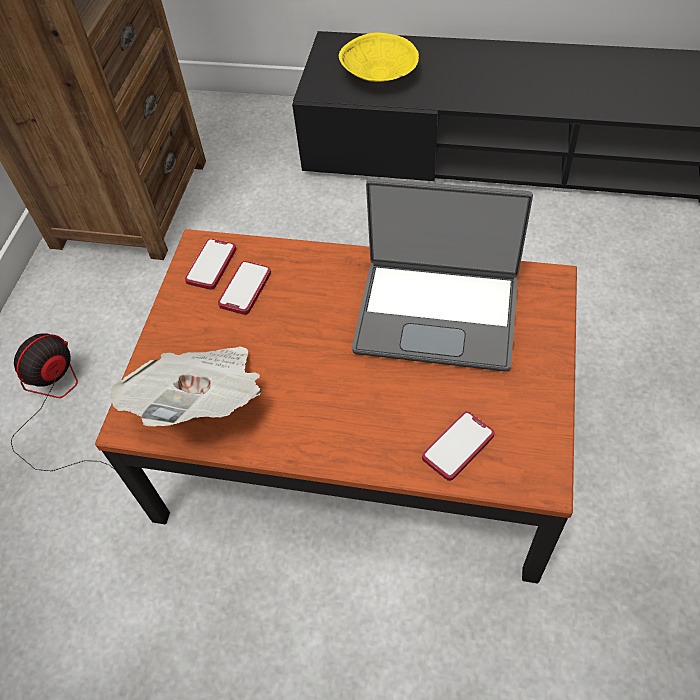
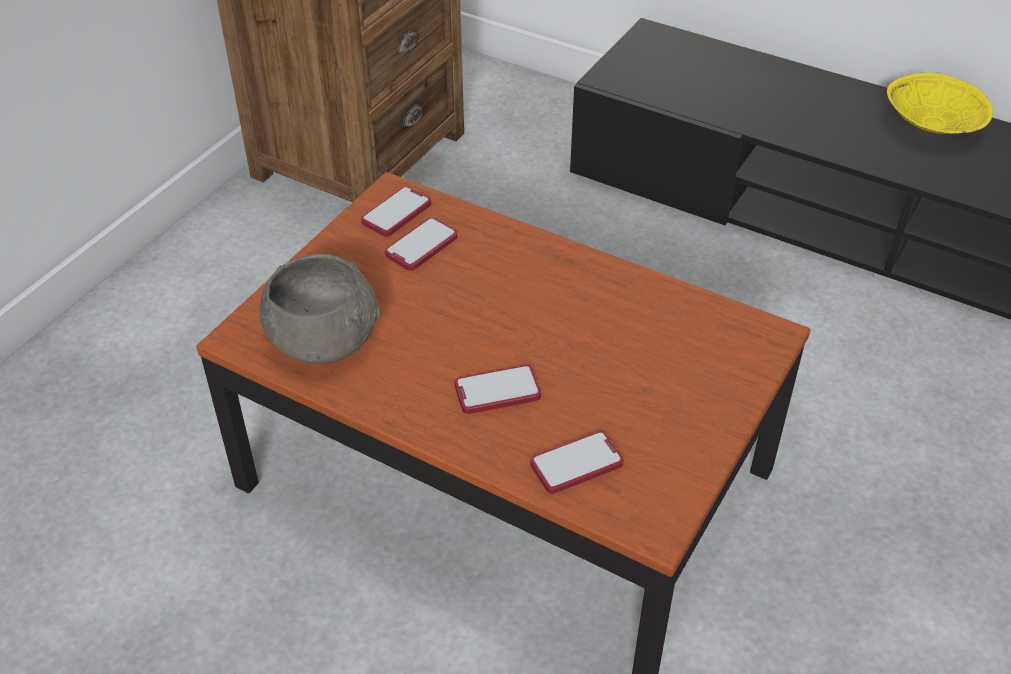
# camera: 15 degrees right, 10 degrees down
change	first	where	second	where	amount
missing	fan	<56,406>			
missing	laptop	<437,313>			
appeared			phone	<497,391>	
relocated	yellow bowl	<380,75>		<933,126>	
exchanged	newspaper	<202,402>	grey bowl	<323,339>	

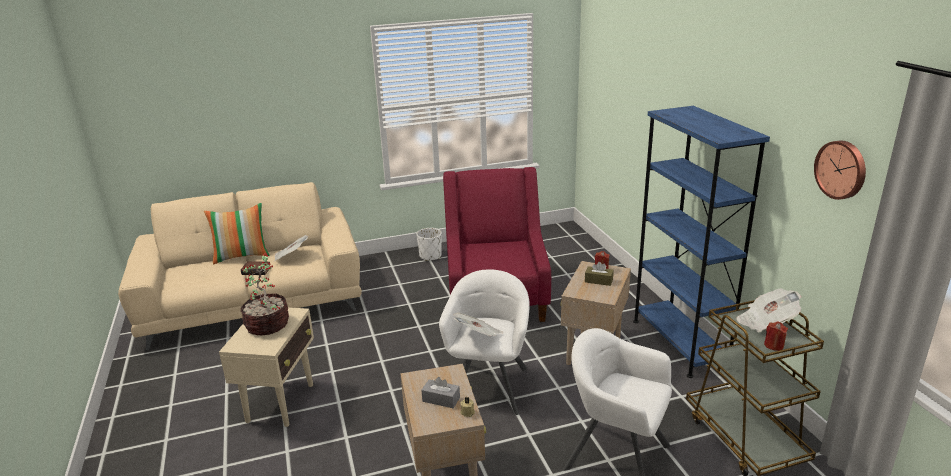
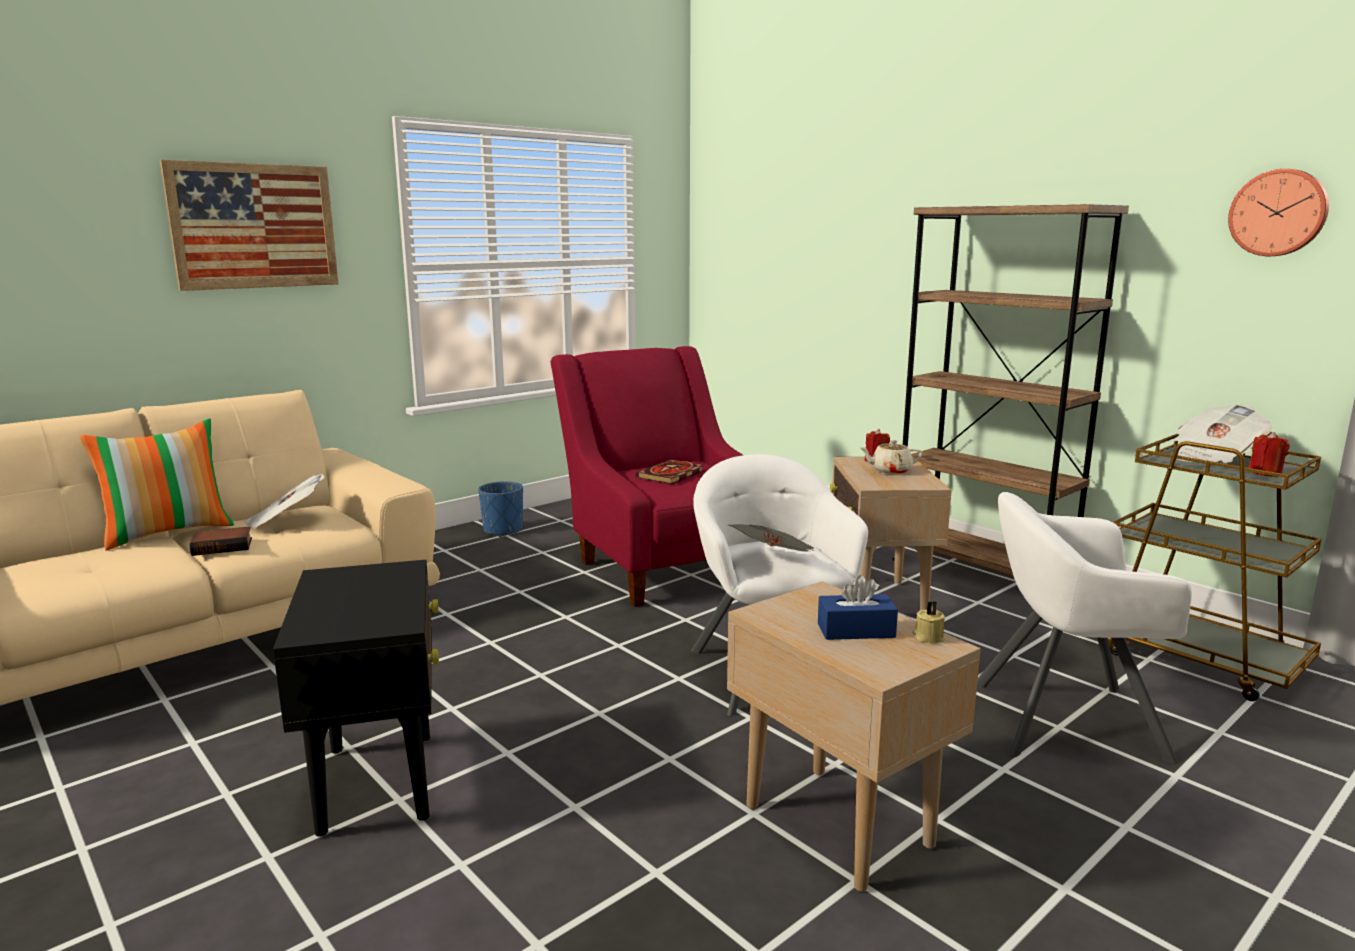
# camera: 25 degrees left, 10 degrees down
change	first	where	second	where	amount
missing	potted plant	<268,325>			
appeared			picture	<254,226>	
appeared			book	<671,475>	
exchanged	brown tissue box	<598,281>	beige teapot	<890,471>	
colour	beige side table	<281,402>	black side table	<378,781>	
colour	white planter	<430,256>	blue planter	<503,530>	
colour	grey tissue box	<441,399>	blue tissue box	<856,630>	
colour	blue bookcase	<679,343>	brown bookcase	<981,572>	

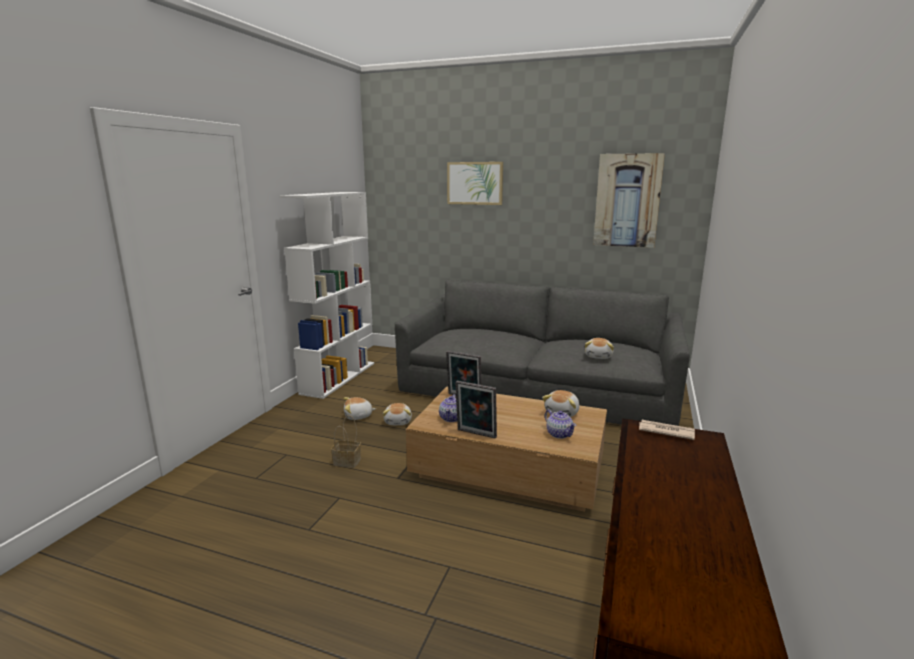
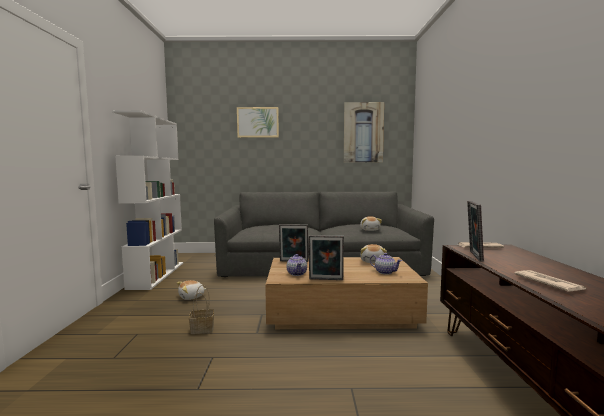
# camera: 20 degrees left, 10 degrees down
change	first	where	second	where	amount
missing	plush toy	<398,421>			
appeared			picture frame	<473,256>	
appeared			newspaper	<548,283>	

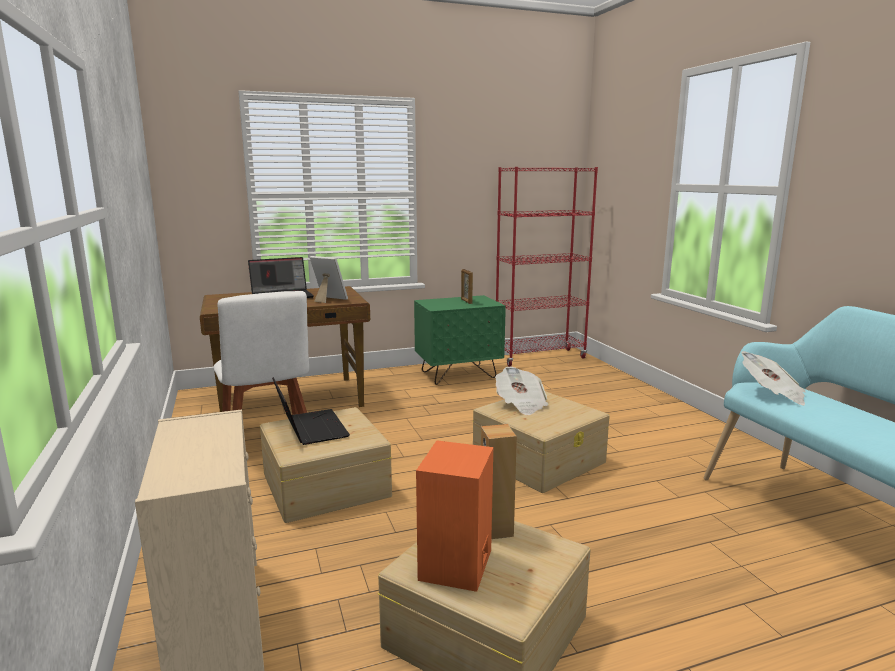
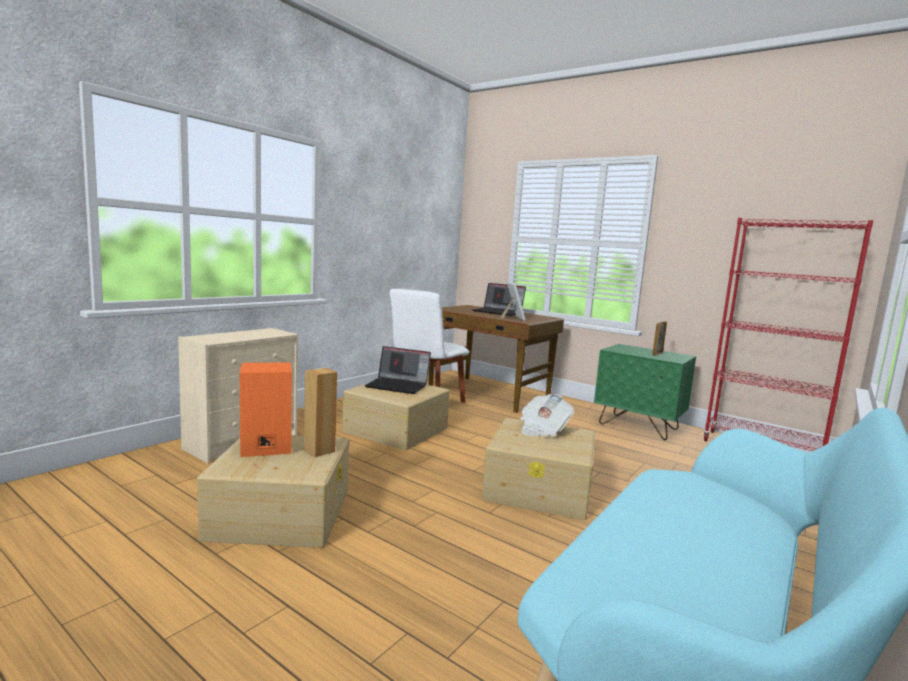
# camera: 55 degrees right, 5 degrees down
change	first	where	second	where	amount
missing	newspaper	<772,394>			
spun	laptop	<310,428>		<398,386>	75 degrees clockwise

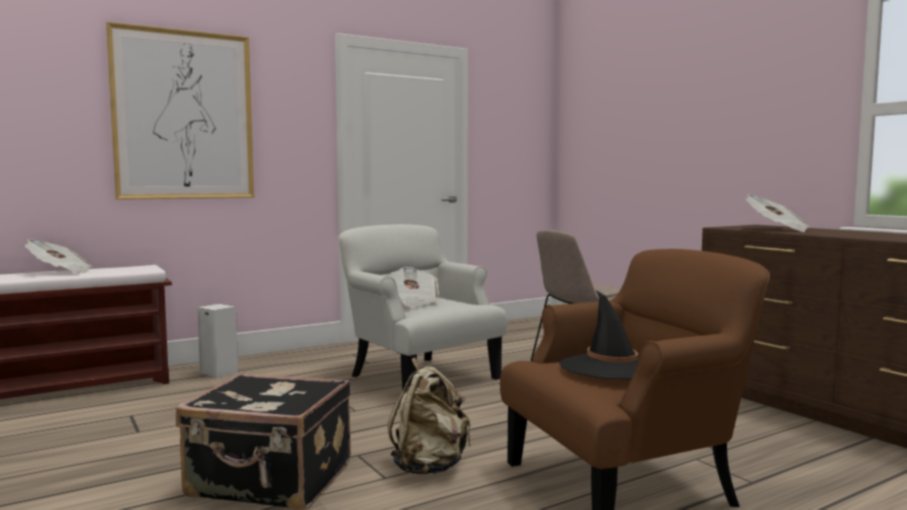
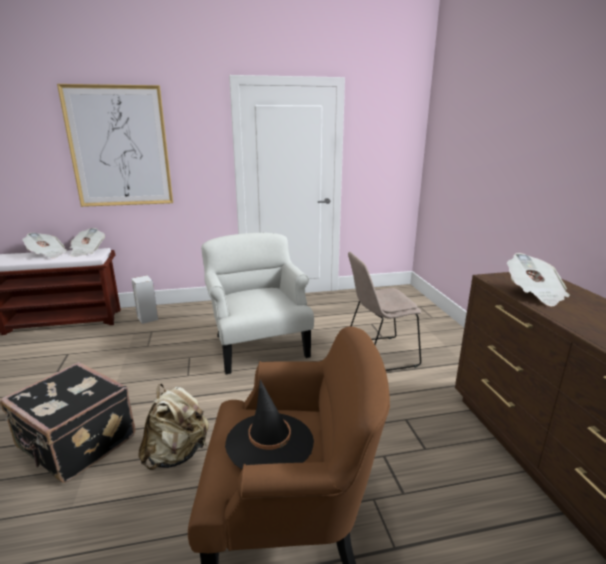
# camera: 20 degrees right, 15 degrees up
change	first	where	second	where	amount
relocated	newspaper	<413,302>		<87,251>	

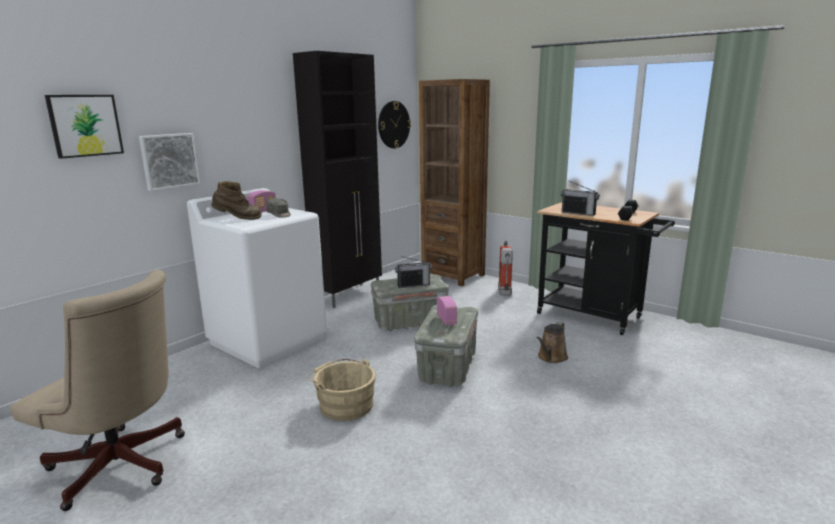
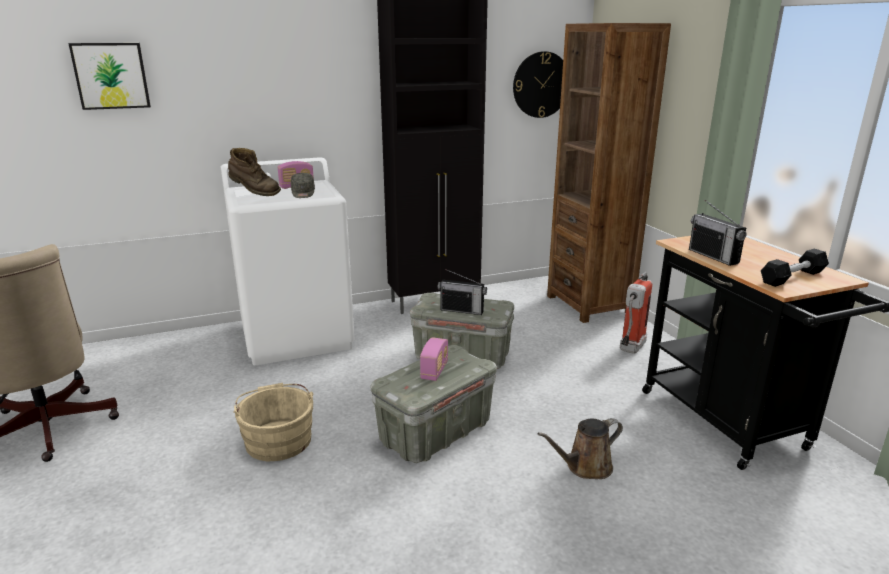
# camera: 30 degrees right, 5 degrees up
change	first	where	second	where	amount
missing	picture	<169,161>			

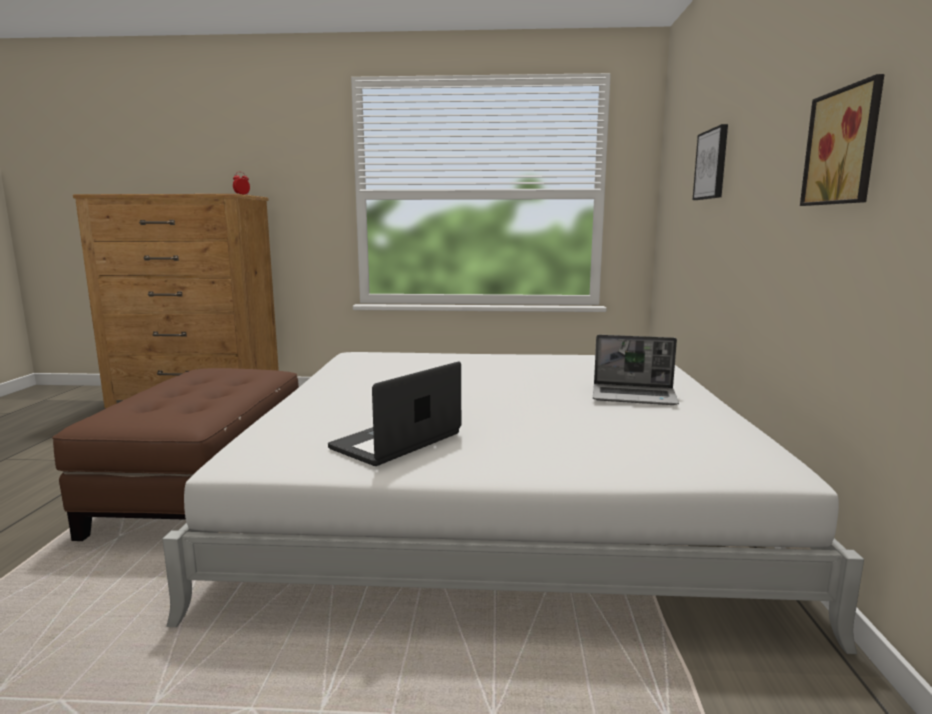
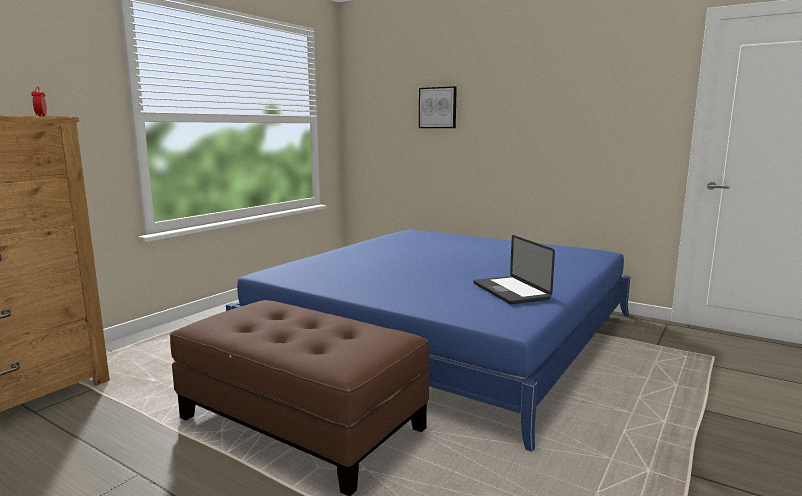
# camera: 60 degrees left, 0 degrees up
change	first	where	second	where	amount
missing	laptop	<634,396>			
missing	picture	<846,147>			
colour	white bed	<499,494>	blue bed	<444,331>	

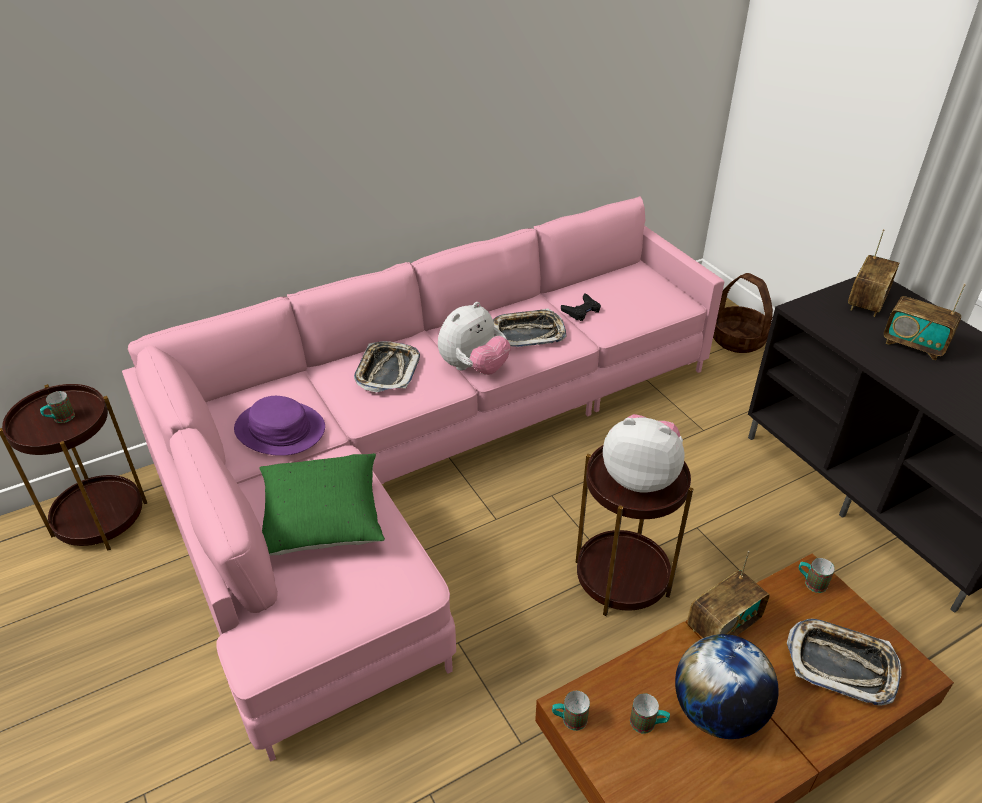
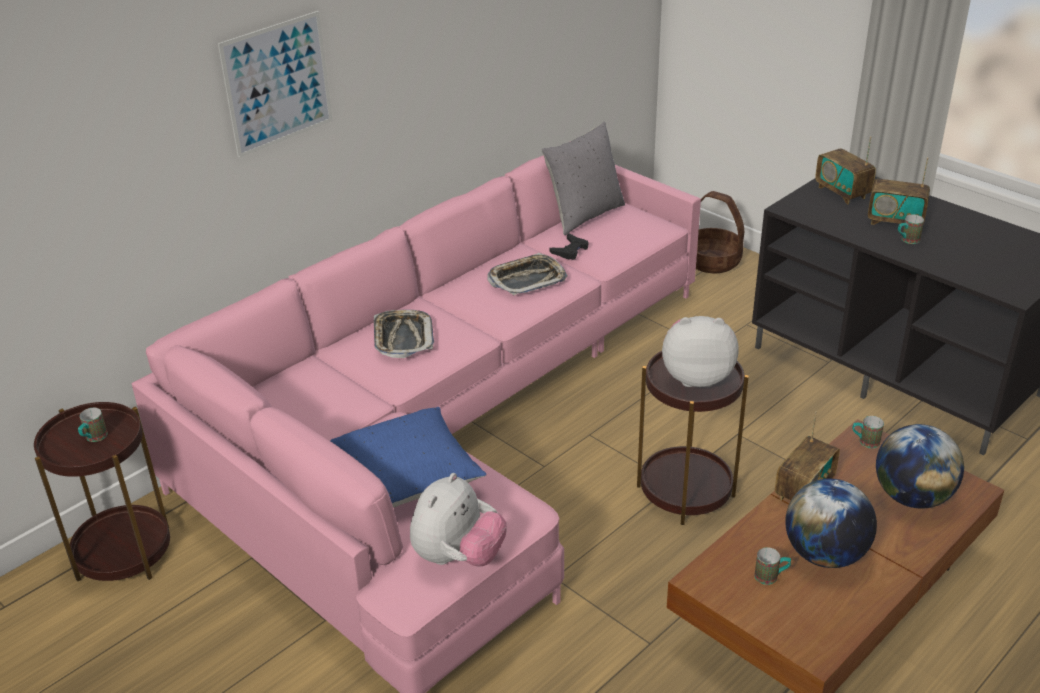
# camera: 15 degrees left, 5 degrees down
change	first	where	second	where	amount
missing	purple hat	<280,429>			
appeared			picture	<277,84>	
appeared			grey pillow	<584,215>	
relocated	plush toy	<473,368>		<458,557>	
relocated	mug	<569,719>		<907,240>	
exchanged	tray	<841,664>	globe	<912,497>	
colour	green pillow	<322,520>	blue pillow	<408,477>	
spun	radio	<866,302>		<842,192>	135 degrees clockwise

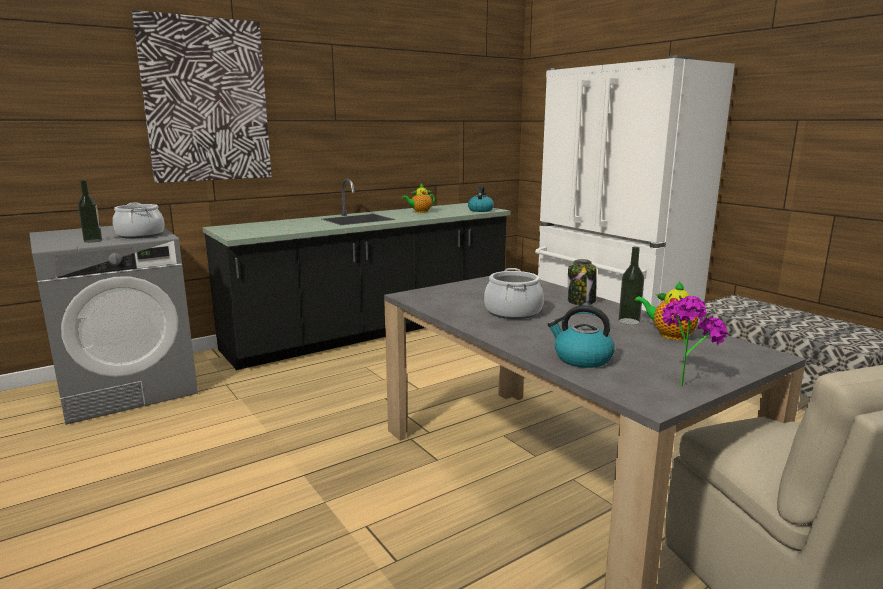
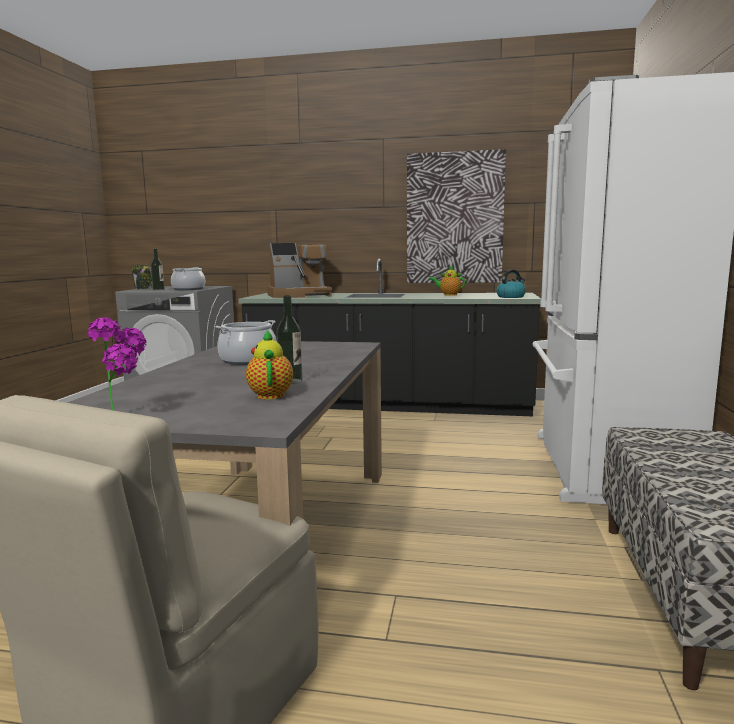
# camera: 45 degrees right, 5 degrees down
change	first	where	second	where	amount
missing	kettle	<581,359>			
appeared			coffee machine	<299,295>	
relocated	picture	<206,101>		<454,218>	
relocated	jar	<581,301>		<144,289>	

